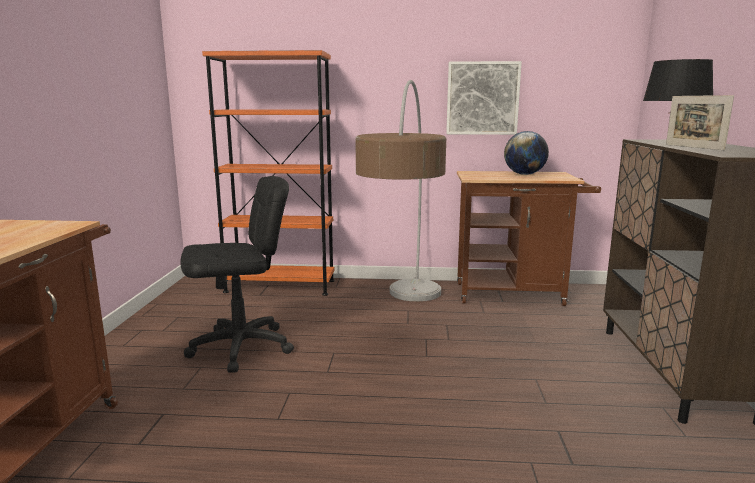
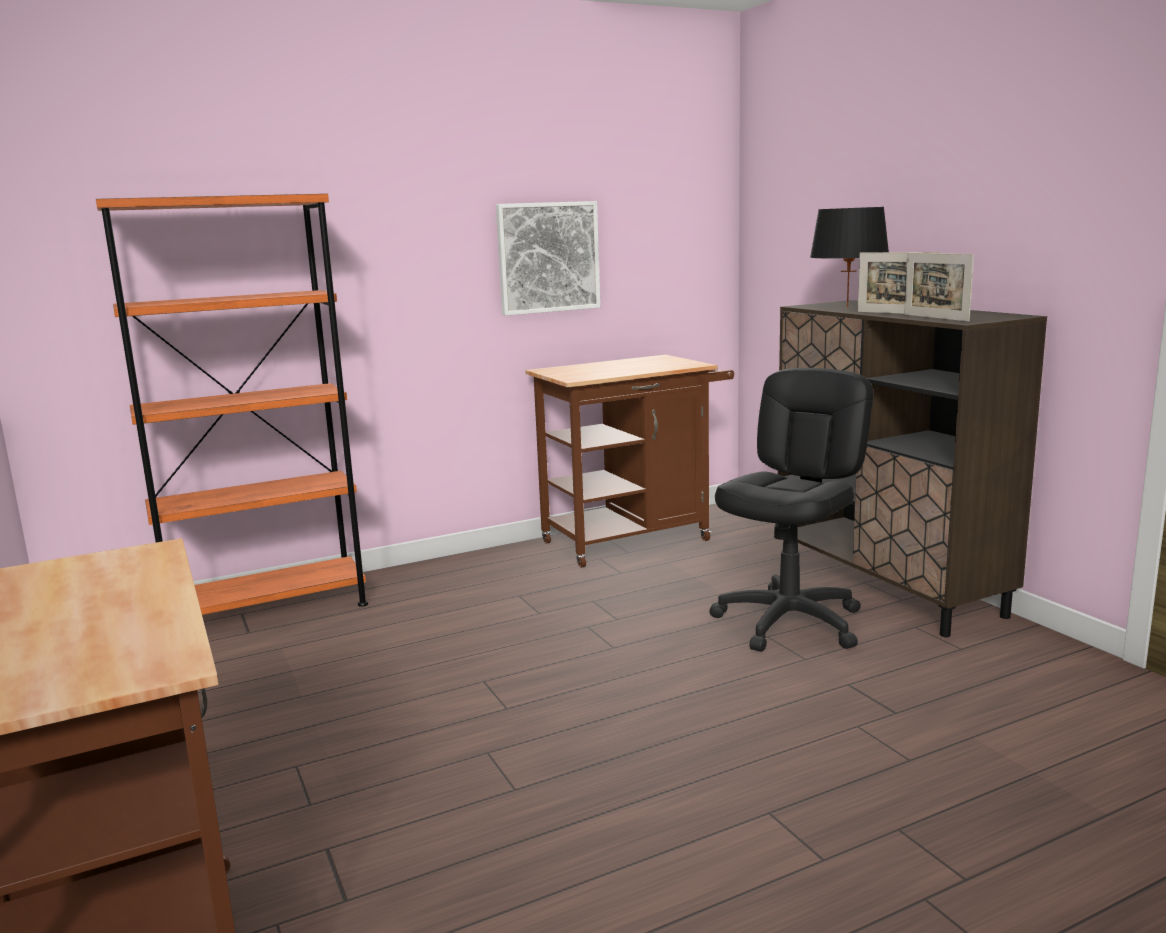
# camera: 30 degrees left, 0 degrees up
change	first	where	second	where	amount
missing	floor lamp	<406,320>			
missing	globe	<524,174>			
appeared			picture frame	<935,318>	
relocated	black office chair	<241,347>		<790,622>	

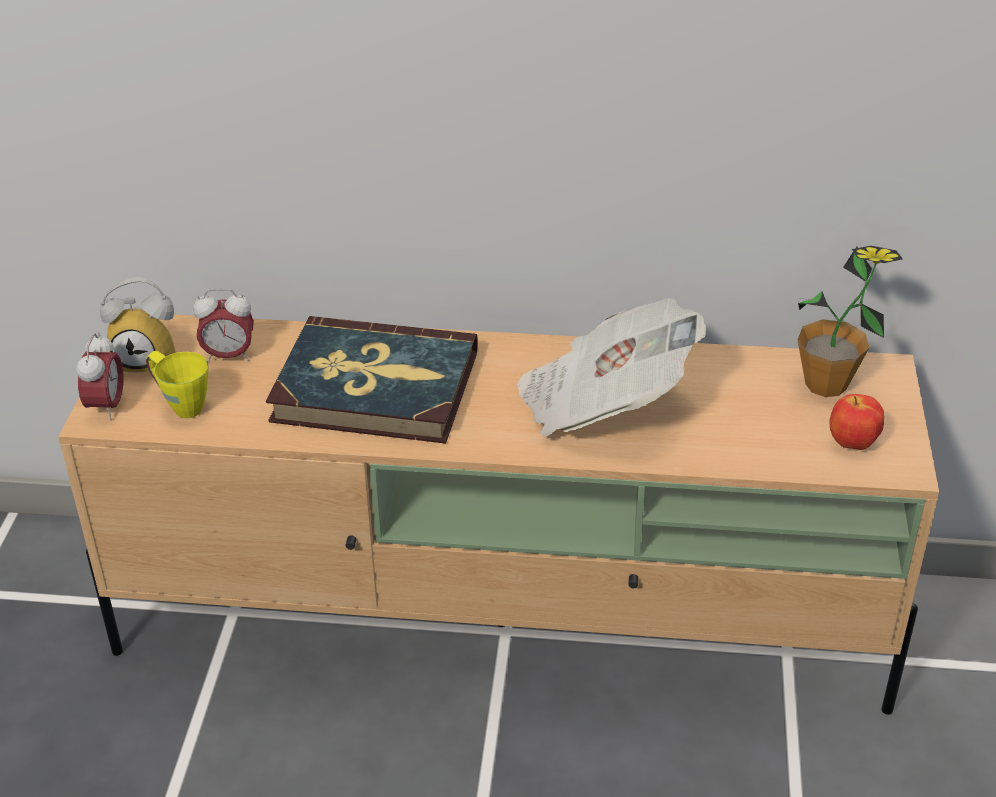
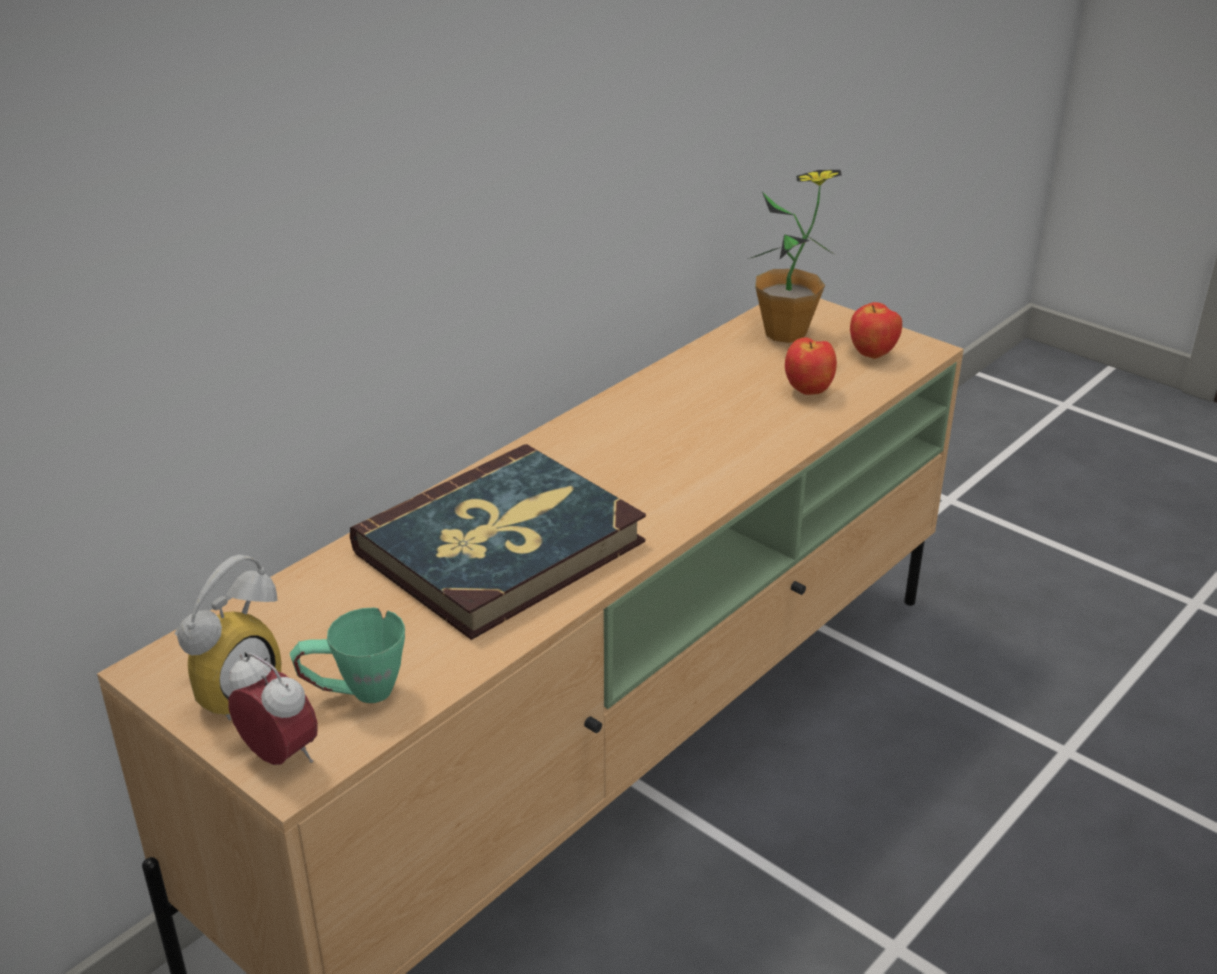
# camera: 55 degrees left, 5 degrees down
change	first	where	second	where	amount
missing	alarm clock	<229,356>			
missing	newspaper	<603,404>			
appeared			apple	<809,391>	
colour	yellow mug	<180,405>	green mug	<354,693>	

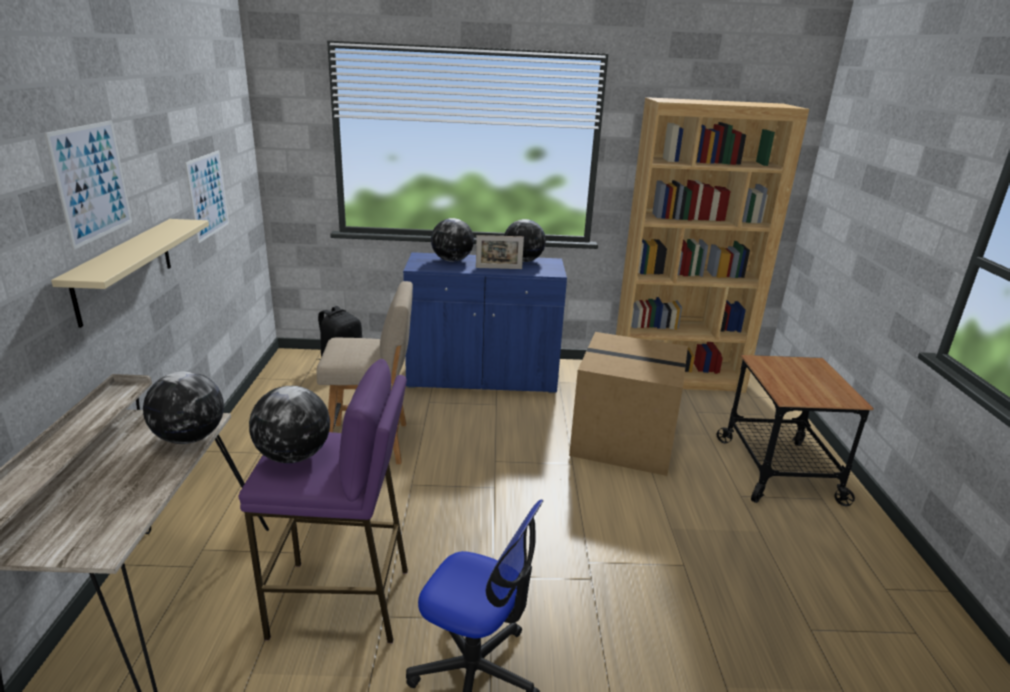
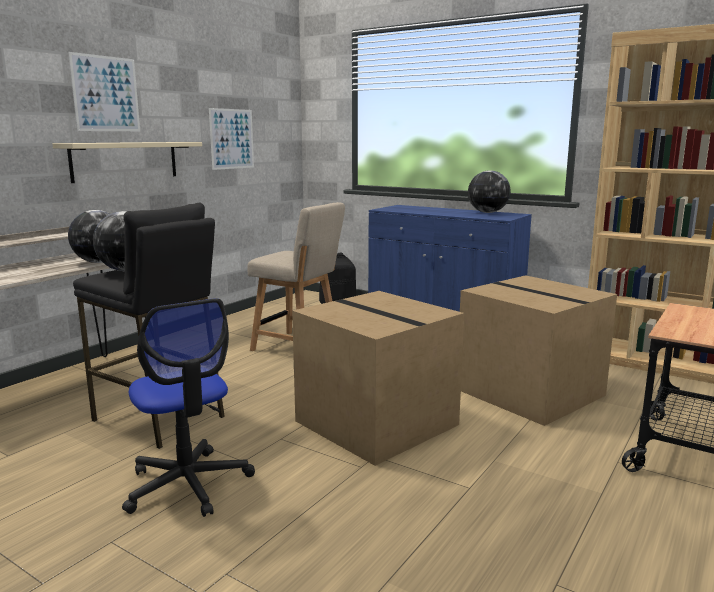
# camera: 35 degrees right, 10 degrees down
change	first	where	second	where	amount
missing	globe	<452,260>			
missing	picture frame	<498,268>			
appeared			cardboard box	<379,423>	
colour	purple stool	<341,602>	black stool	<159,418>	

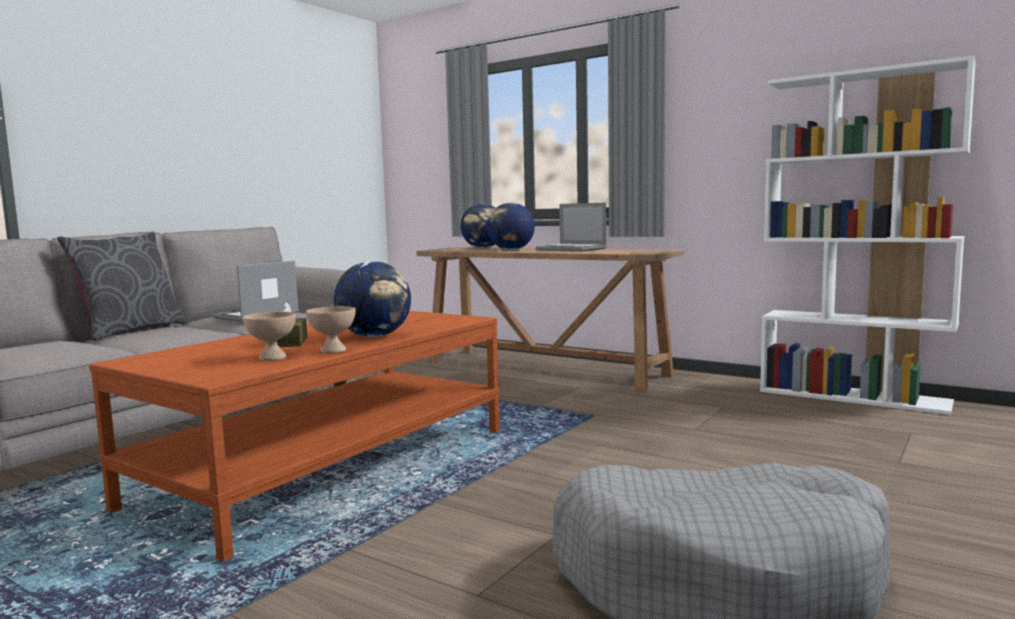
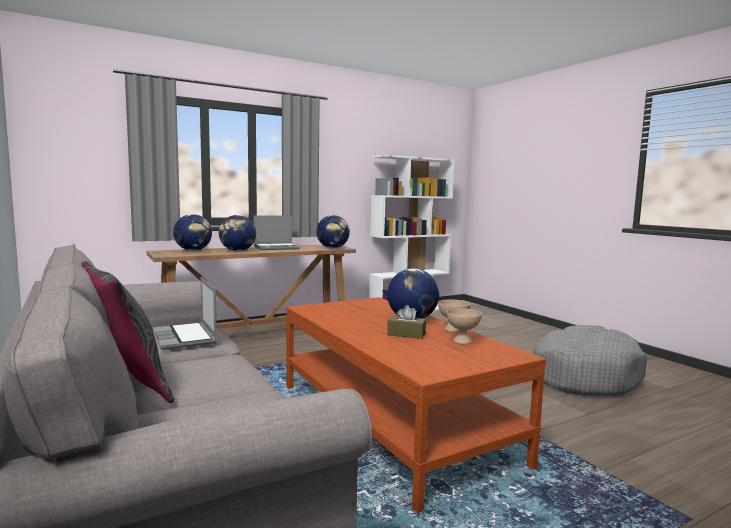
# camera: 65 degrees left, 0 degrees up
change	first	where	second	where	amount
appeared			globe	<333,248>	

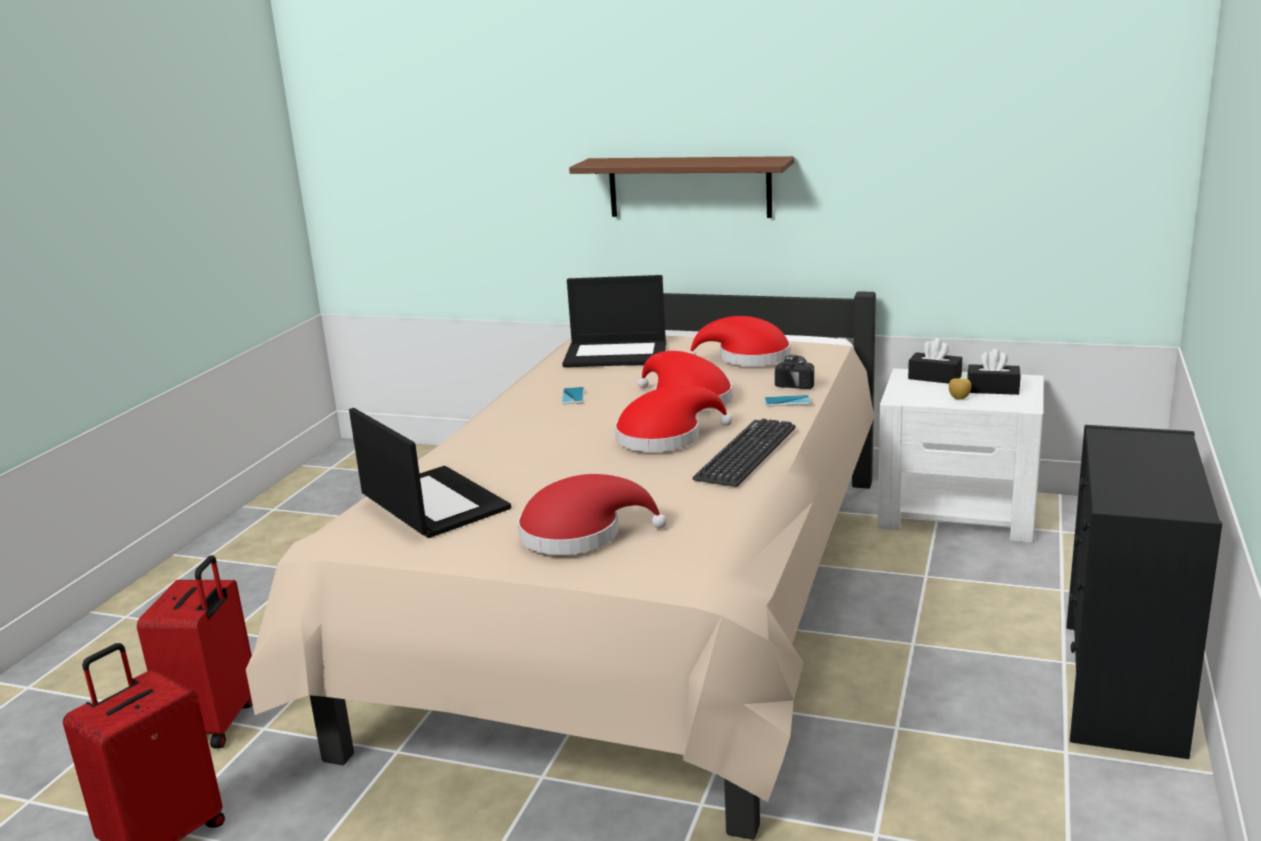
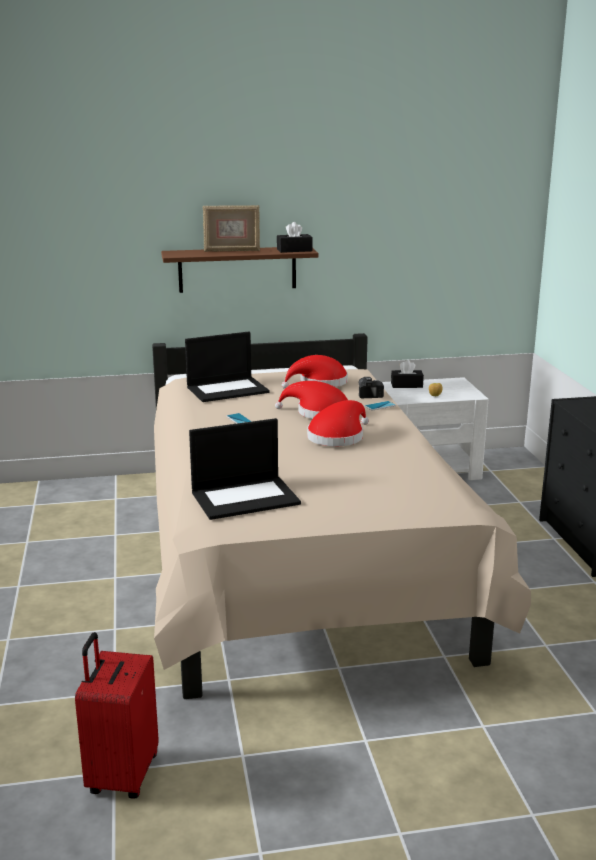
# camera: 30 degrees left, 0 degrees up
change	first	where	second	where	amount
missing	red suitcase	<216,723>			
missing	red hat	<579,534>			
missing	keyboard	<746,453>			
appeared			picture frame	<231,251>	
relocated	black tissue box	<993,389>		<294,250>	
spun	laptop	<432,503>		<246,497>	135 degrees clockwise

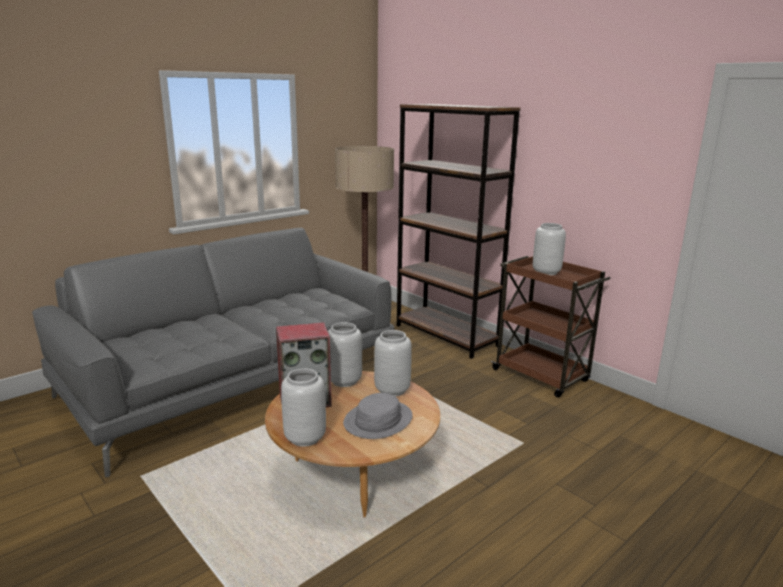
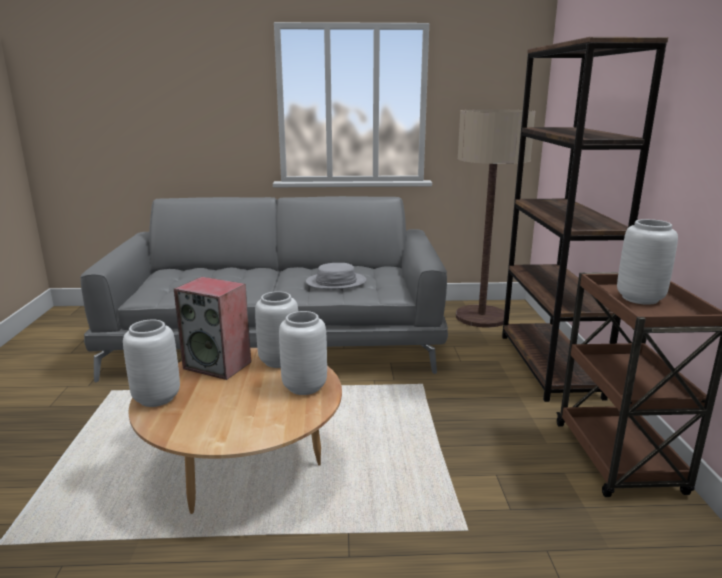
# camera: 40 degrees right, 0 degrees up
change	first	where	second	where	amount
relocated	grey hat	<378,420>		<336,282>	

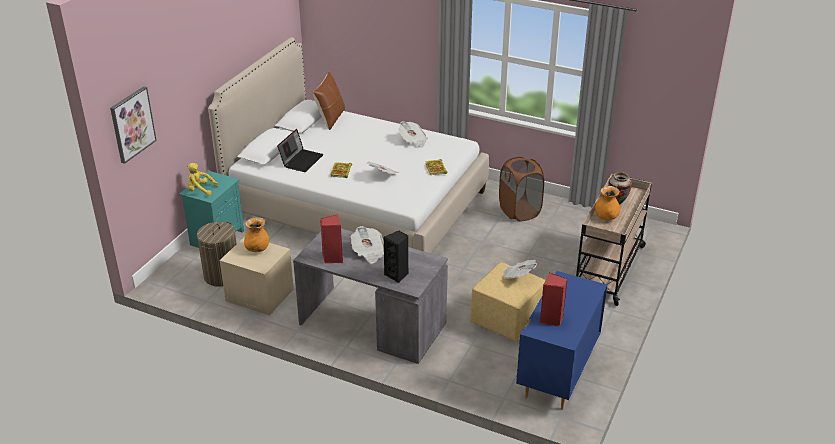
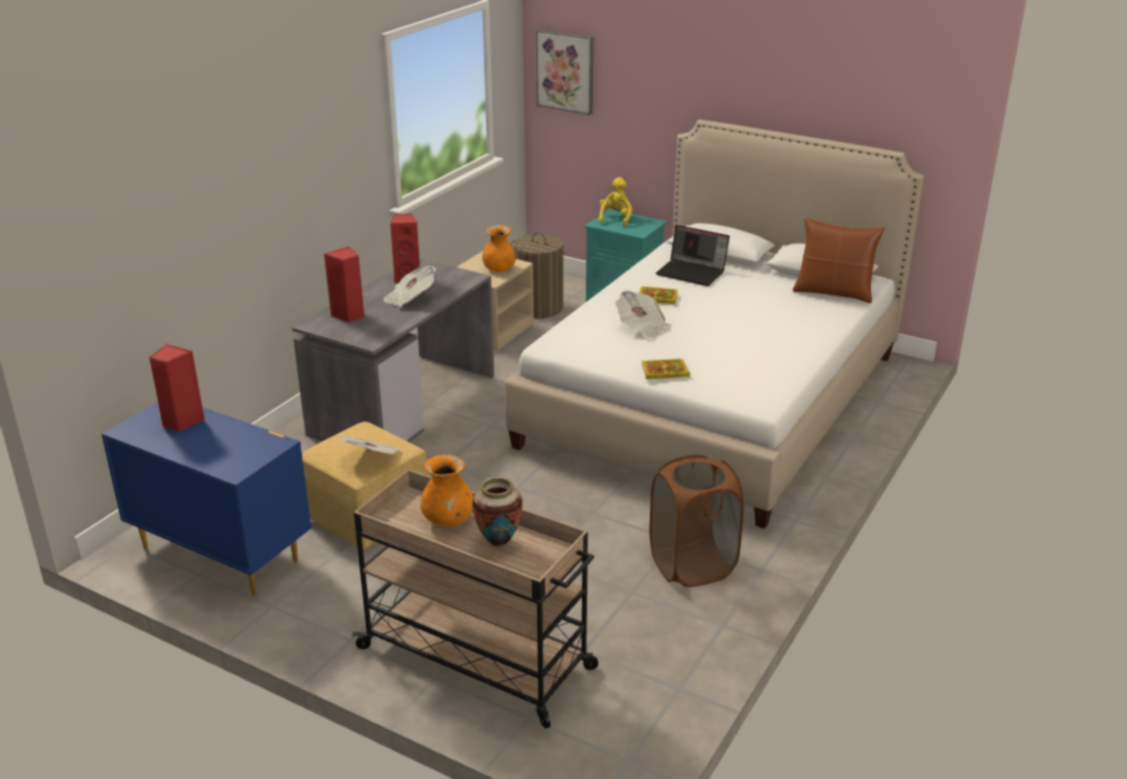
# camera: 95 degrees right, 5 degrees down
change	first	where	second	where	amount
missing	newspaper	<413,141>			
colour	black speaker	<397,275>	red speaker	<349,315>	

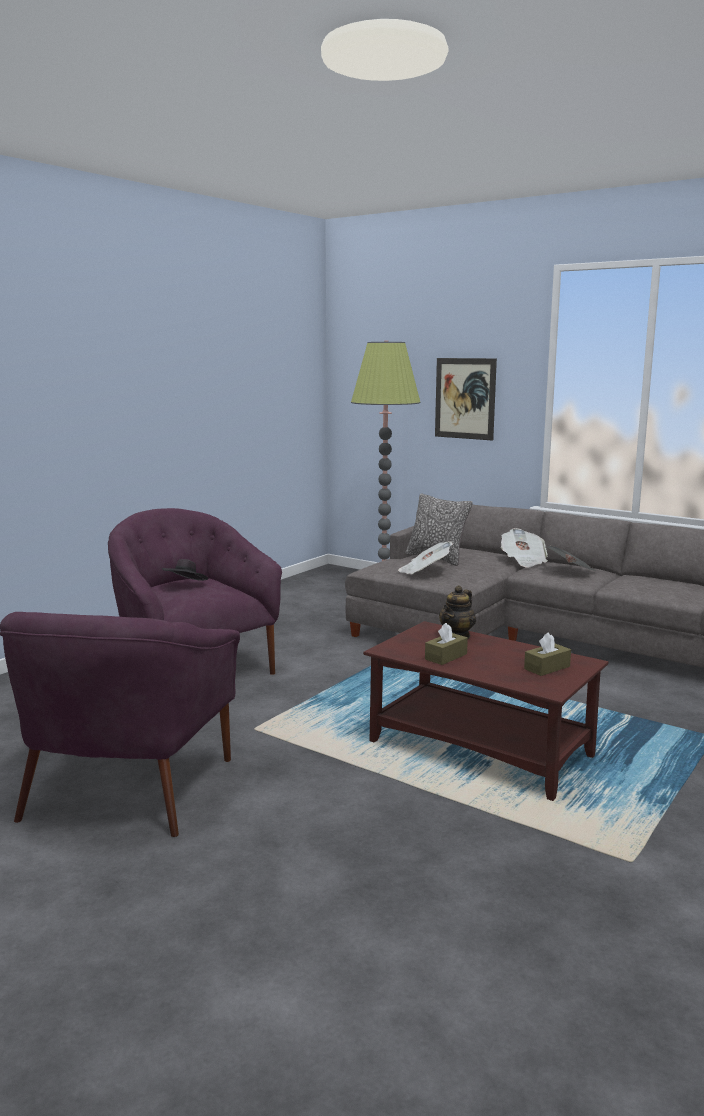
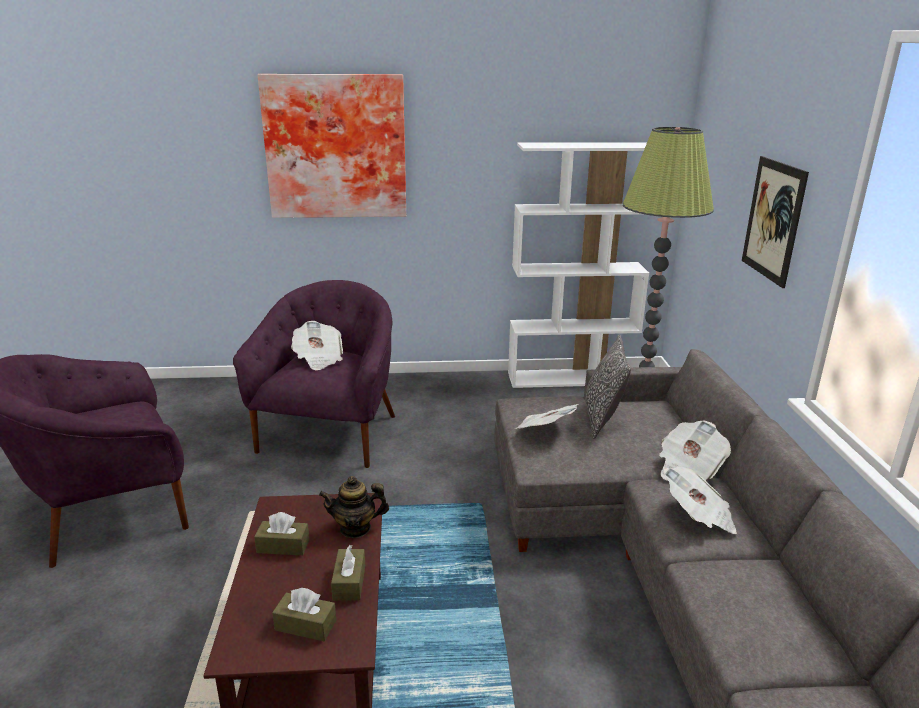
# camera: 50 degrees right, 10 degrees up
change	first	where	second	where	amount
appeared			picture	<336,147>	
appeared			brown tissue box	<349,582>	
appeared			white bookcase	<571,378>	
exchanged	black hat	<185,585>	newspaper	<318,358>	

